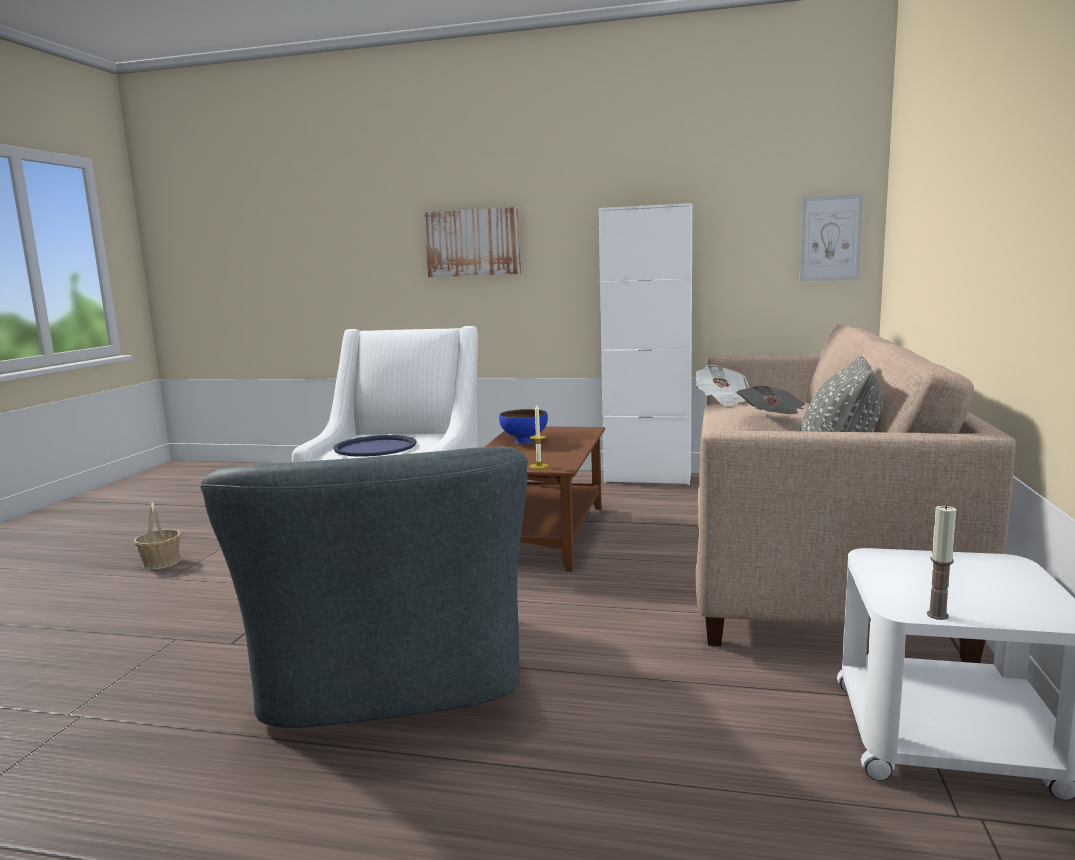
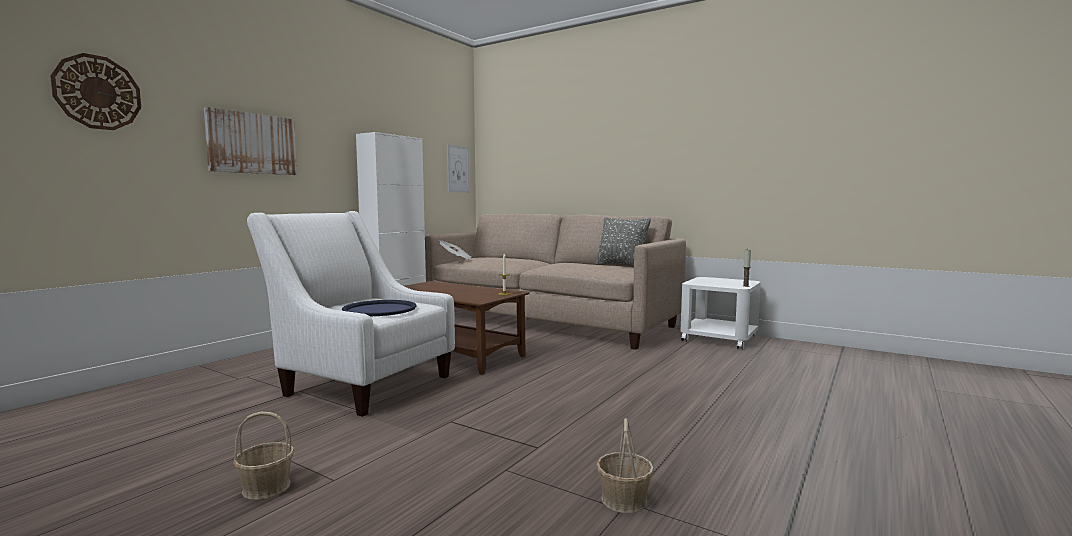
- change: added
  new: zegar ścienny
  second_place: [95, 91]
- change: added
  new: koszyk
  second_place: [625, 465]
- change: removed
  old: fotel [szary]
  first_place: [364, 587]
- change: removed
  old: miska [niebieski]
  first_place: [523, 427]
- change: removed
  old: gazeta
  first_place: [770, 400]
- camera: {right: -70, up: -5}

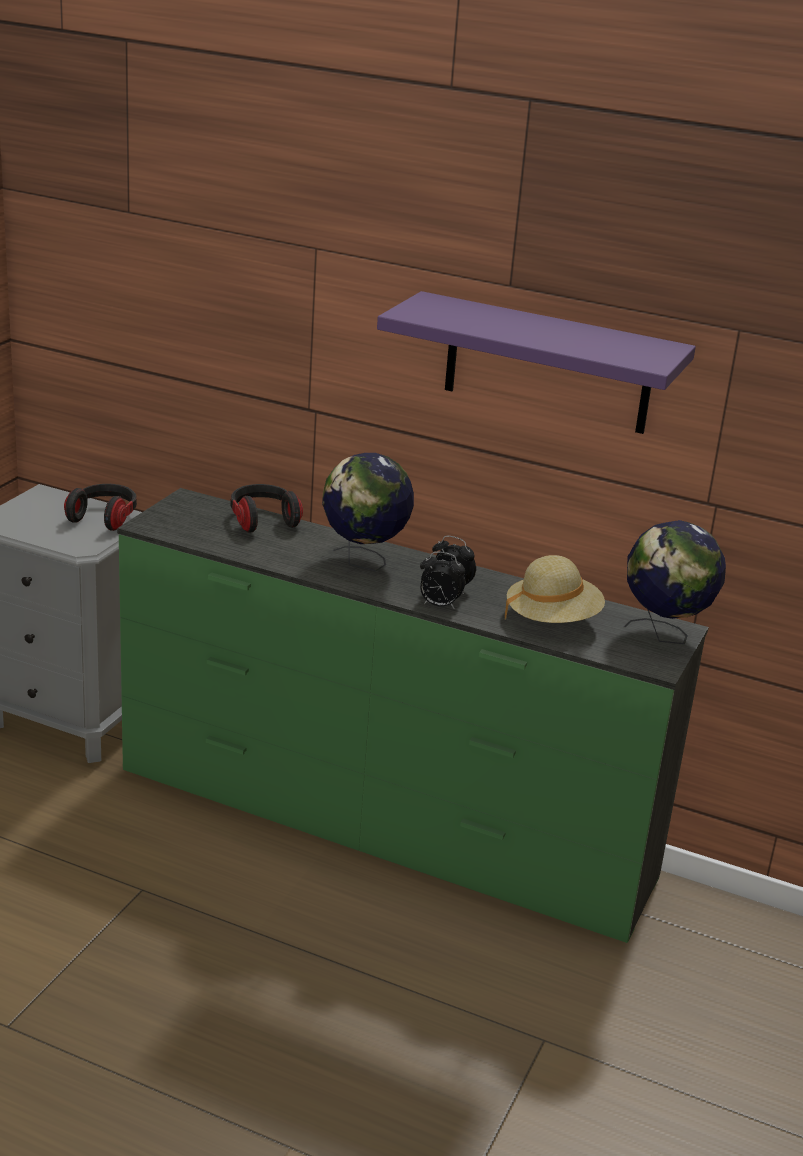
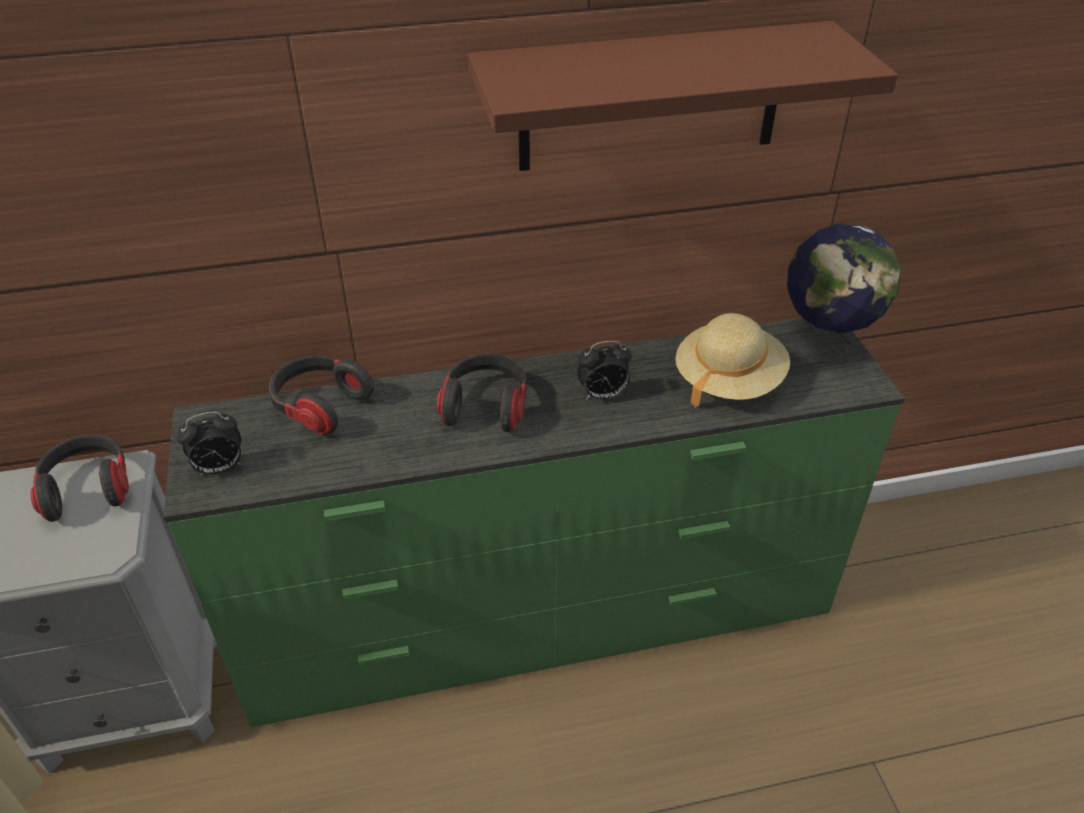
- change: moved
  old: budzik
  first_place: [442, 580]
  second_place: [209, 444]
- change: replaced
  old: globus
  new: słuchawki
  first_place: [368, 512]
  second_place: [481, 393]
- change: recoloured
  old: półka [fioletowy]
  new: półka [brązowy]
  first_place: [536, 362]
  second_place: [683, 96]
- camera: {right: -35, up: 15}

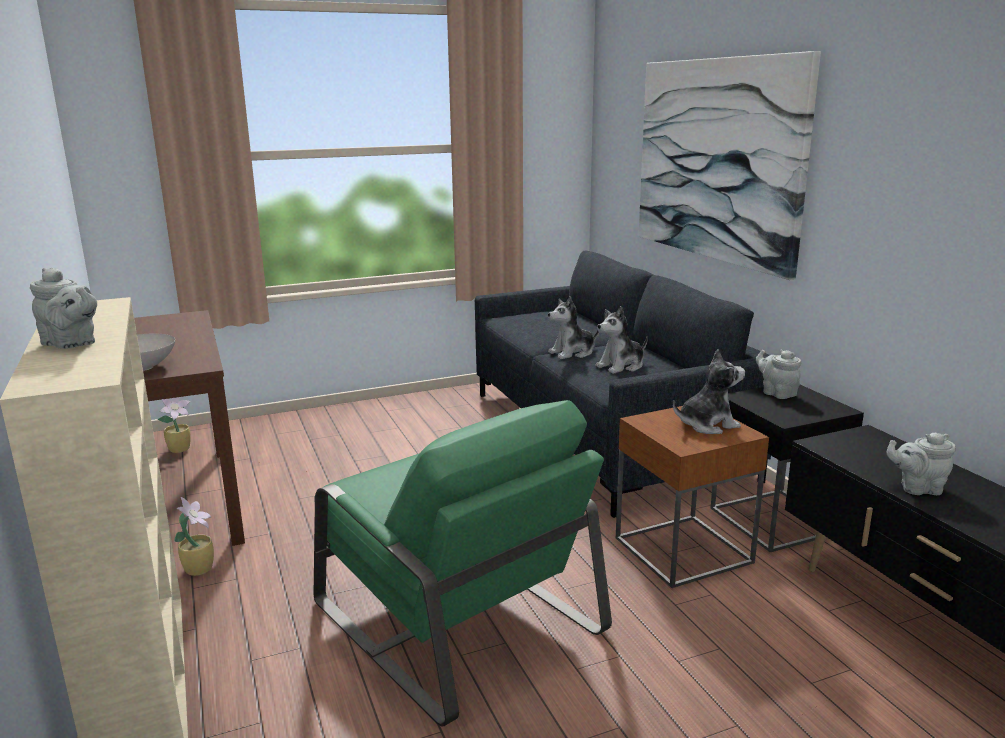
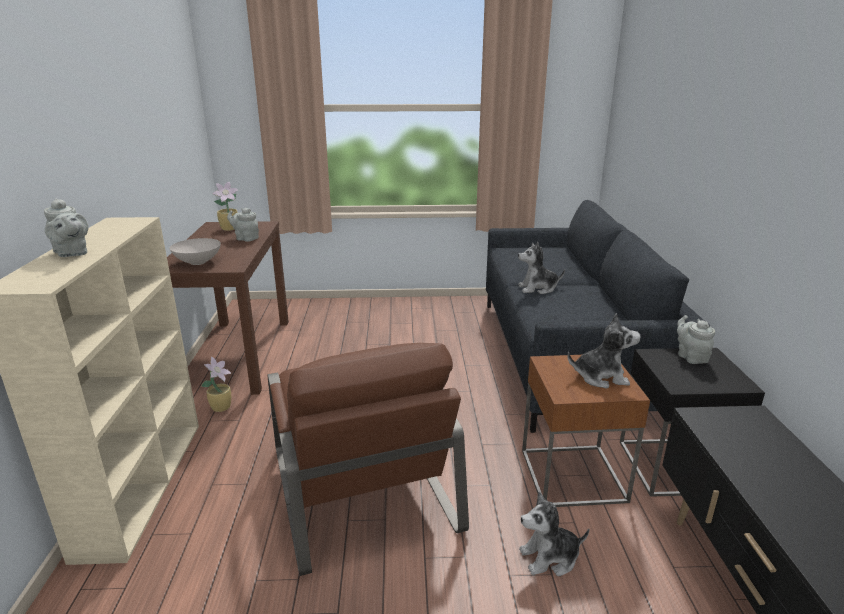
- change: moved
  old: roślina doniczkowa
  first_place: [174, 425]
  second_place: [225, 206]
- change: moved
  old: imbryk [szary]
  first_place: [921, 464]
  second_place: [243, 225]
- change: recoloured
  old: fotel [zielony]
  new: fotel [brązowy]
  first_place: [463, 563]
  second_place: [368, 459]
- change: moved
  old: pluszak
  first_place: [621, 340]
  second_place: [554, 534]
- change: removed
  old: obraz
  first_place: [730, 165]
- camera: {right: 20, up: 5}

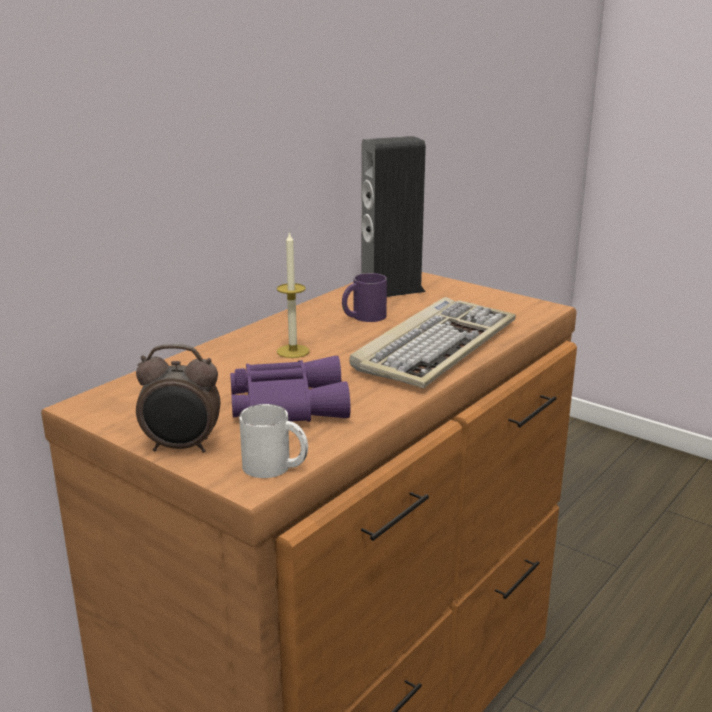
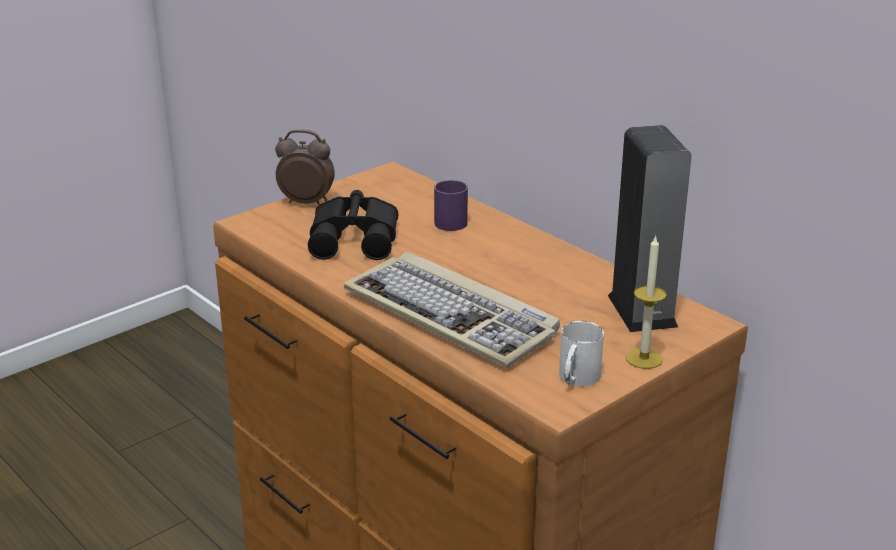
- change: turned
  old: budzik
  first_place: [178, 398]
  second_place: [305, 167]
  degrees: 90
- change: recoloured
  old: lornetka [fioletowy]
  new: lornetka [czarny]
  first_place: [290, 389]
  second_place: [353, 225]
- change: moved
  old: kubek [fioletowy]
  first_place: [364, 297]
  second_place: [451, 205]
- change: moved
  old: kubek [biały]
  first_place: [273, 441]
  second_place: [581, 353]
- change: moved
  old: świeca
  first_place: [293, 294]
  second_place: [646, 302]
- camera: {right: 100, up: 5}

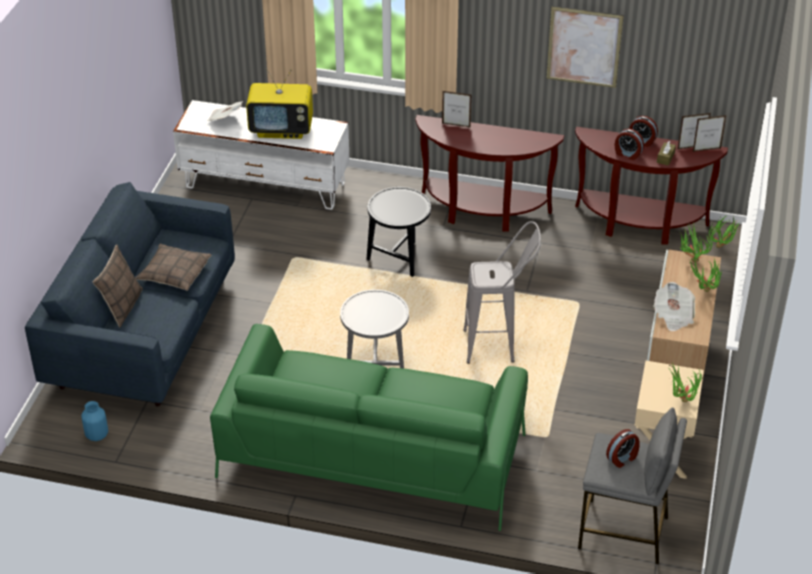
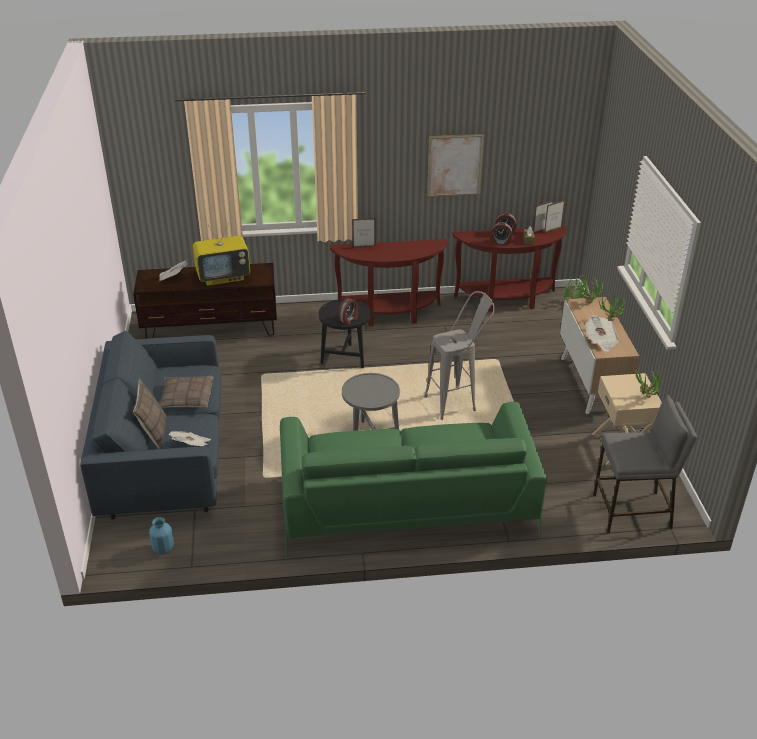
- change: recoloured
  old: szafka pod telewizor [biały]
  new: szafka pod telewizor [brązowy]
  first_place: [261, 155]
  second_place: [205, 301]
- change: added
  new: gazeta
  second_place: [190, 438]
- change: moved
  old: budzik
  first_place: [623, 448]
  second_place: [348, 311]
- camera: {right: -20, up: -5}

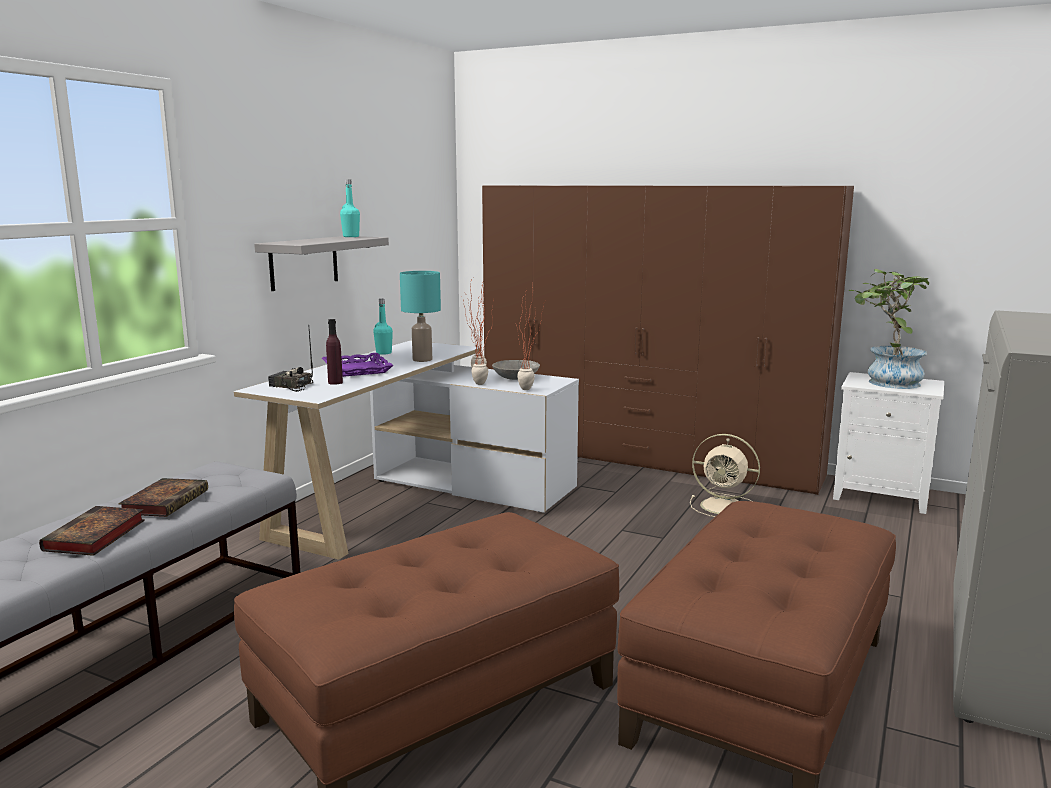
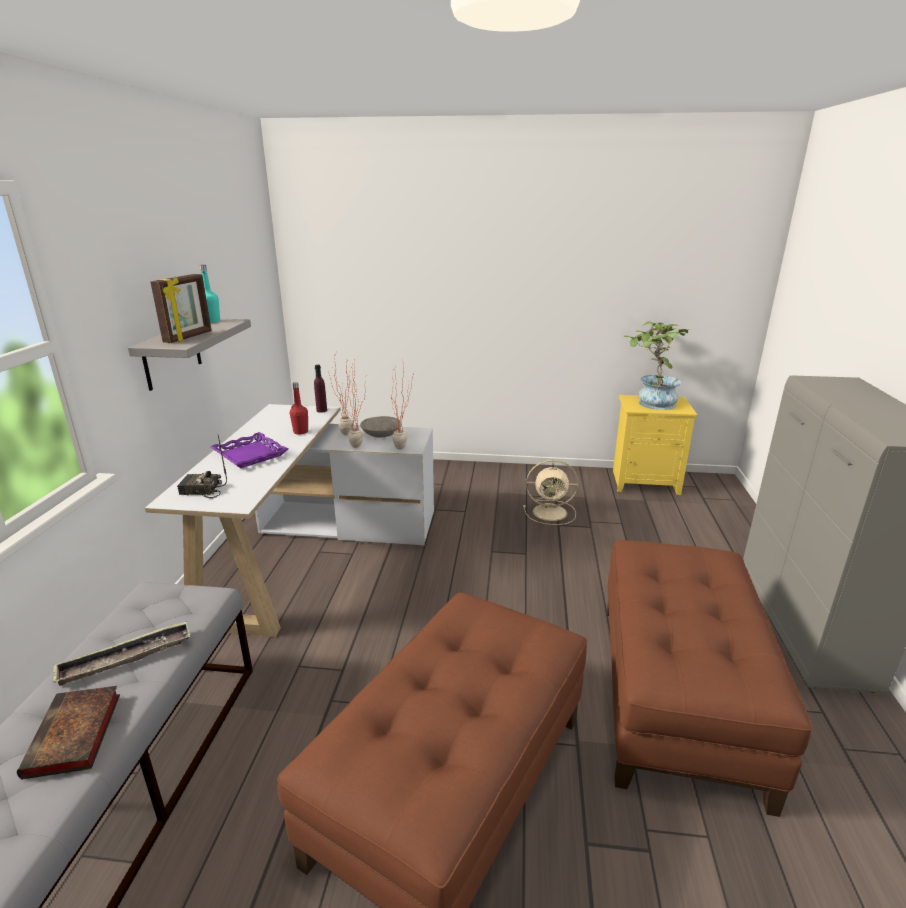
- change: replaced
  old: książka
  new: taca
  first_place: [163, 497]
  second_place: [121, 653]
- change: added
  new: ramka na zdjęcie
  second_place: [181, 308]
- change: replaced
  old: lampa stołowa [turkusowy]
  new: butelka [czerwony]
  first_place: [420, 316]
  second_place: [299, 408]
- change: moved
  old: butelka [fioletowy]
  first_place: [334, 352]
  second_place: [320, 389]
- change: recoloured
  old: szafka nocna [biały]
  new: szafka nocna [żółty]
  first_place: [888, 443]
  second_place: [655, 445]
- change: removed
  old: butelka [turkusowy]
  first_place: [383, 327]
- change: removed
  old: szafa [brązowy]
  first_place: [668, 340]
- camera: {right: -20, up: 10}

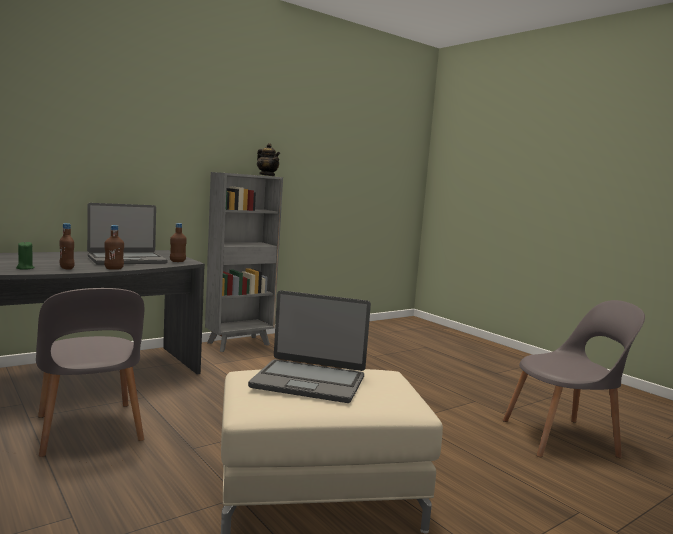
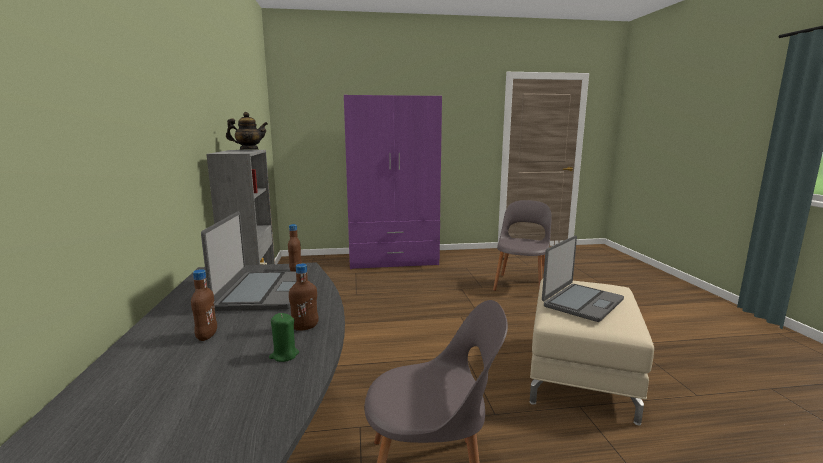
- change: moved
  old: butelka [brązowy]
  first_place: [114, 247]
  second_place: [204, 305]
- change: added
  new: szafa [fioletowy]
  second_place: [393, 182]
- camera: {right: -60, up: 5}

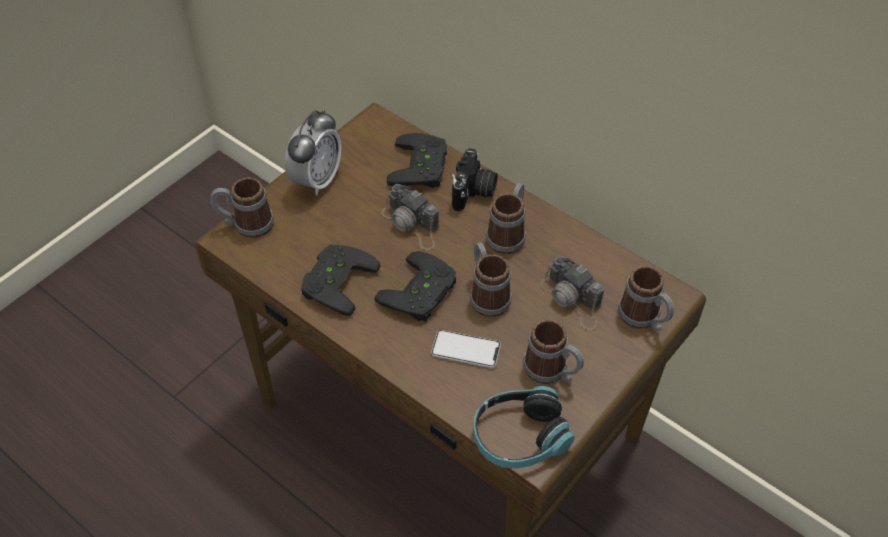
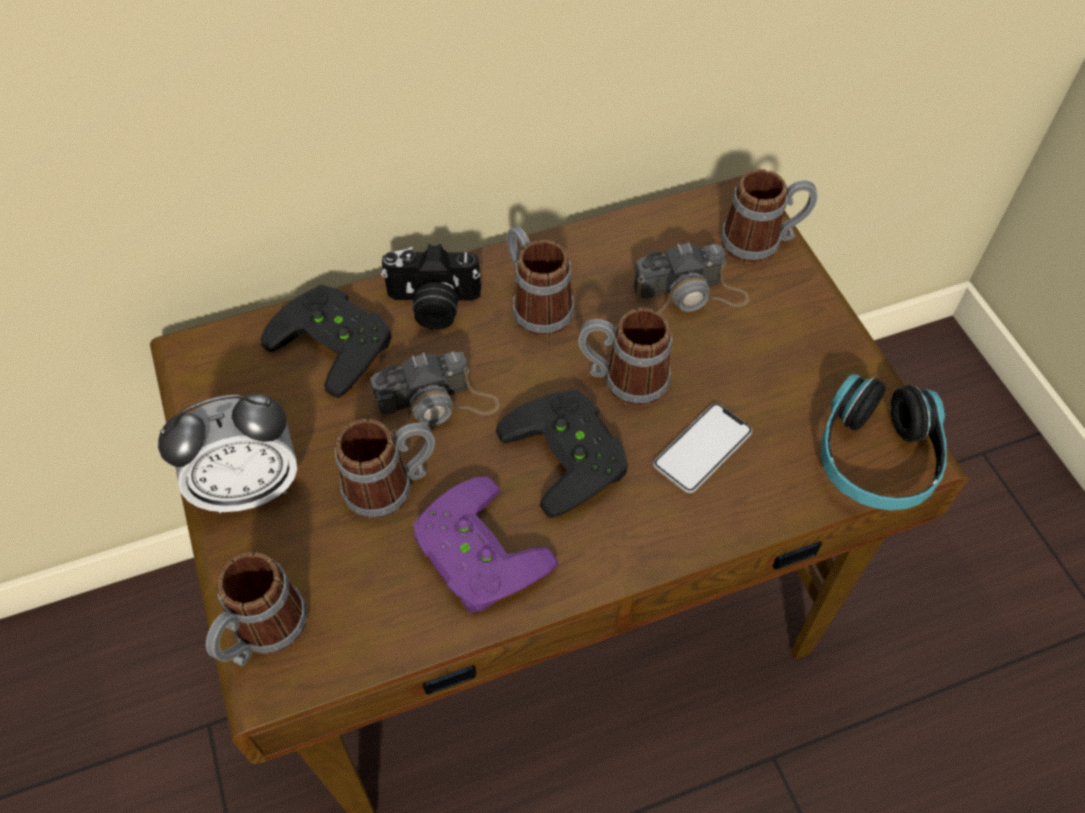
- change: turned
  old: budzik
  first_place: [313, 152]
  second_place: [227, 453]
  degrees: 105
- change: moved
  old: kubek
  first_place: [553, 352]
  second_place: [385, 469]
- change: turned
  old: aparat fotograficzny
  first_place: [474, 179]
  second_place: [431, 287]
  degrees: 135
- change: recoloured
  old: pad do gier [czarny]
  new: pad do gier [fioletowy]
  first_place: [341, 280]
  second_place: [485, 545]
- camera: {right: -60, up: 5}

